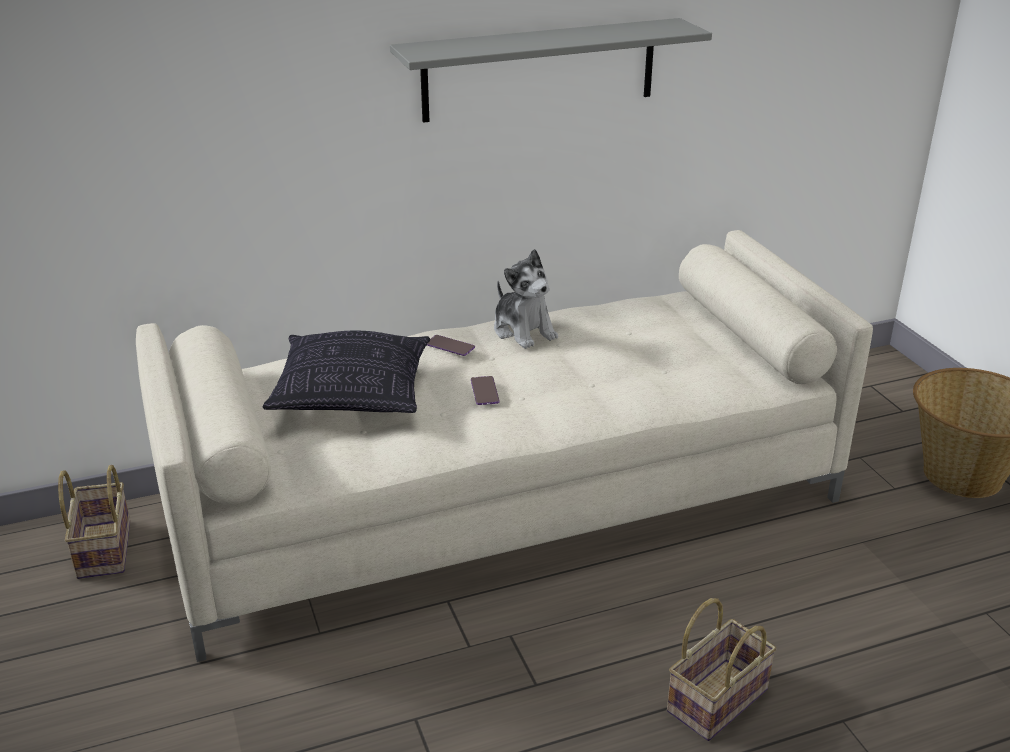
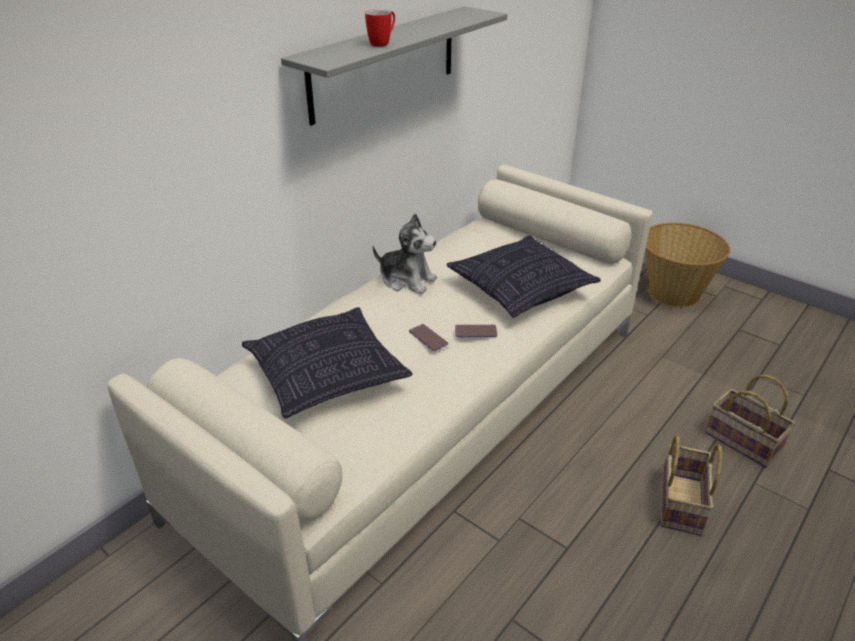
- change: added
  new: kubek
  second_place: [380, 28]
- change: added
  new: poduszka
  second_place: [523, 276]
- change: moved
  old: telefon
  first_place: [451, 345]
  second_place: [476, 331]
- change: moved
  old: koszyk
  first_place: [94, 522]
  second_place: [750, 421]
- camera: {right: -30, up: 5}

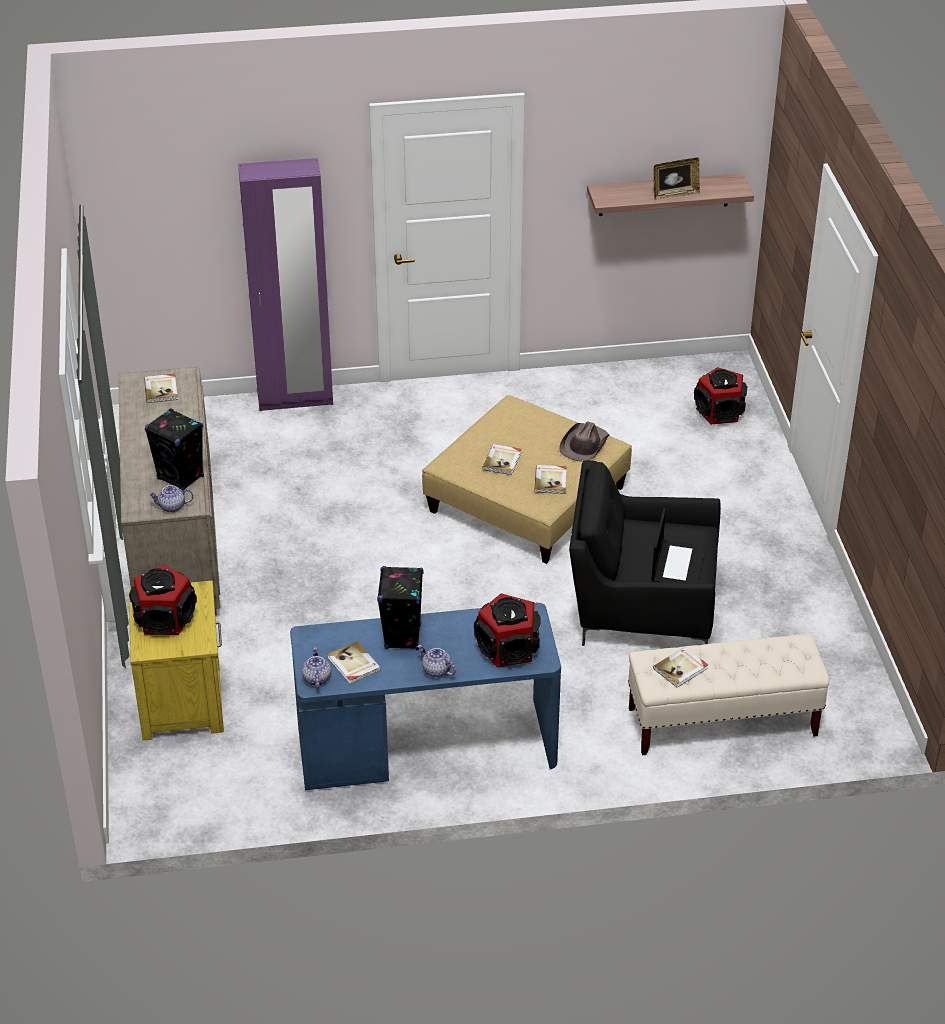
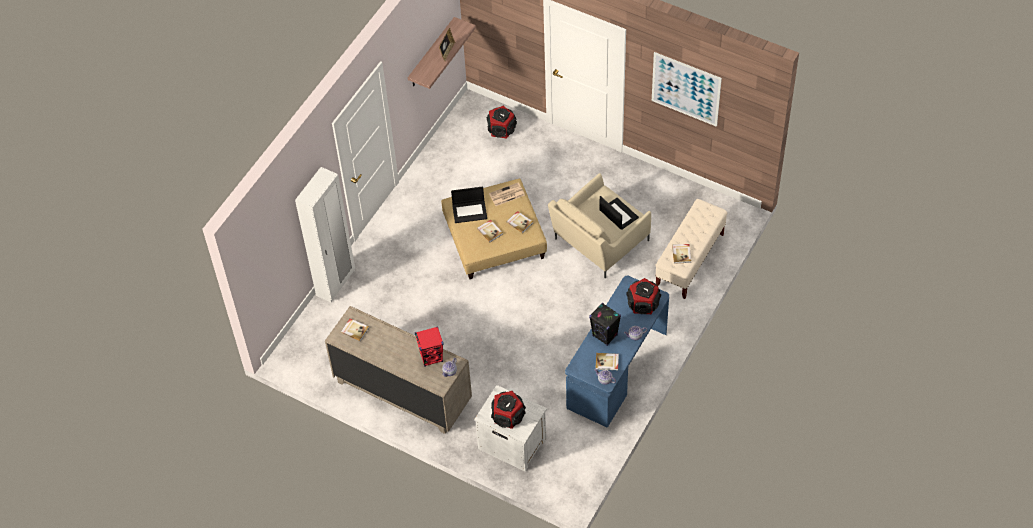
- change: recoloured
  old: szafa [fioletowy]
  new: szafa [biały]
  first_place: [285, 284]
  second_place: [325, 235]
- change: recoloured
  old: głośnik [czarny]
  new: głośnik [czerwony]
  first_place: [174, 449]
  second_place: [429, 346]
- change: added
  new: laptop
  second_place: [469, 205]
- change: recoloured
  old: szafka nocna [żółty]
  new: szafka nocna [biały]
  first_place: [176, 661]
  second_place: [510, 428]
- change: replaced
  old: kapelusz [brązowy]
  new: gazeta
  first_place: [584, 441]
  second_place: [507, 194]
- change: recoloured
  old: fotel [czarny]
  new: fotel [beżowy]
  first_place: [645, 553]
  second_place: [599, 225]
- change: added
  new: obraz
  second_place: [687, 89]
- camera: {right: -50, up: 15}

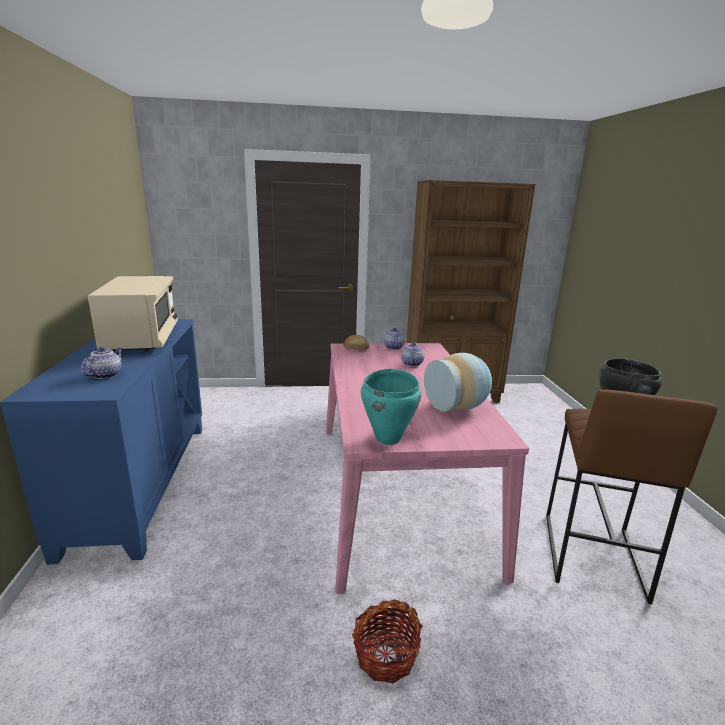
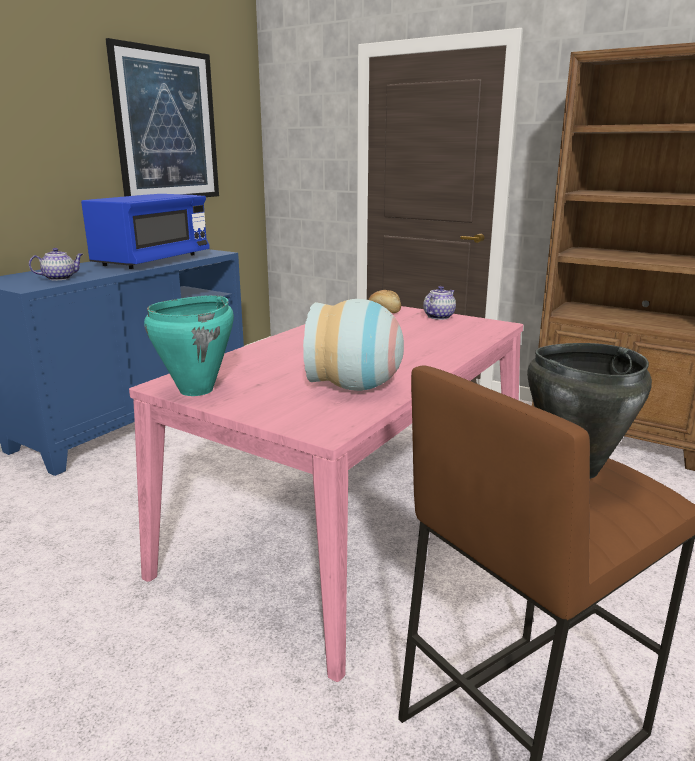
- change: recoloured
  old: mikrofalówka [beżowy]
  new: mikrofalówka [niebieski]
  first_place: [133, 314]
  second_place: [145, 231]
- change: added
  new: obraz
  second_place: [162, 117]
- change: removed
  old: koszyk
  first_place: [387, 641]
- change: removed
  old: imbryk
  first_place: [413, 354]
- camera: {right: 40, up: 0}

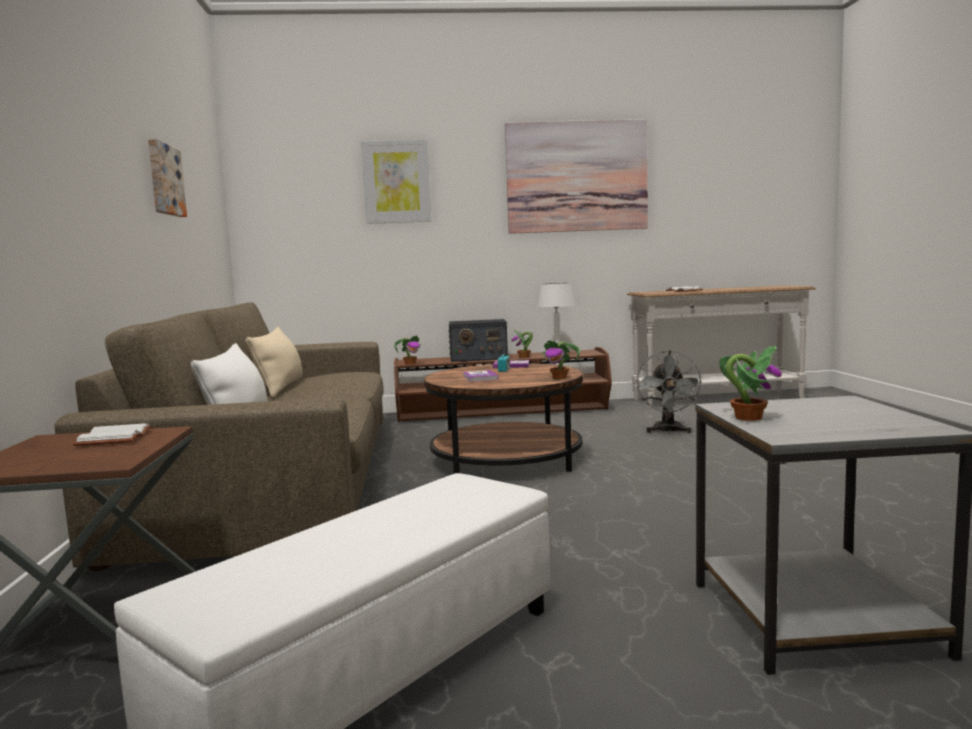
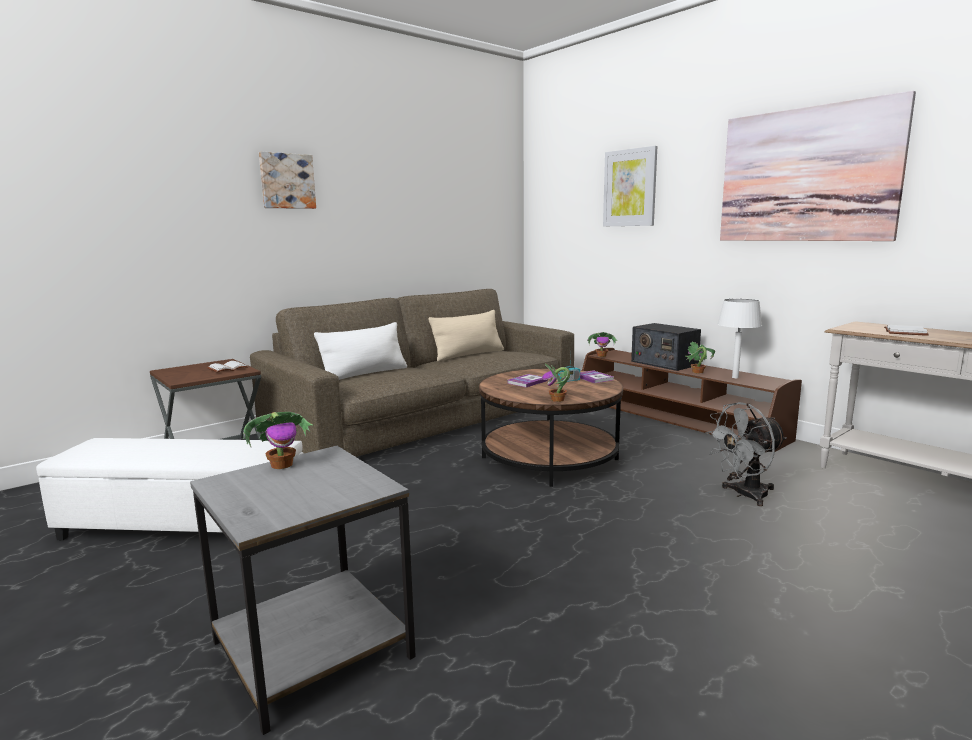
- change: moved
  old: obraz
  first_place: [167, 178]
  second_place: [287, 180]
- camera: {right: 55, up: 5}

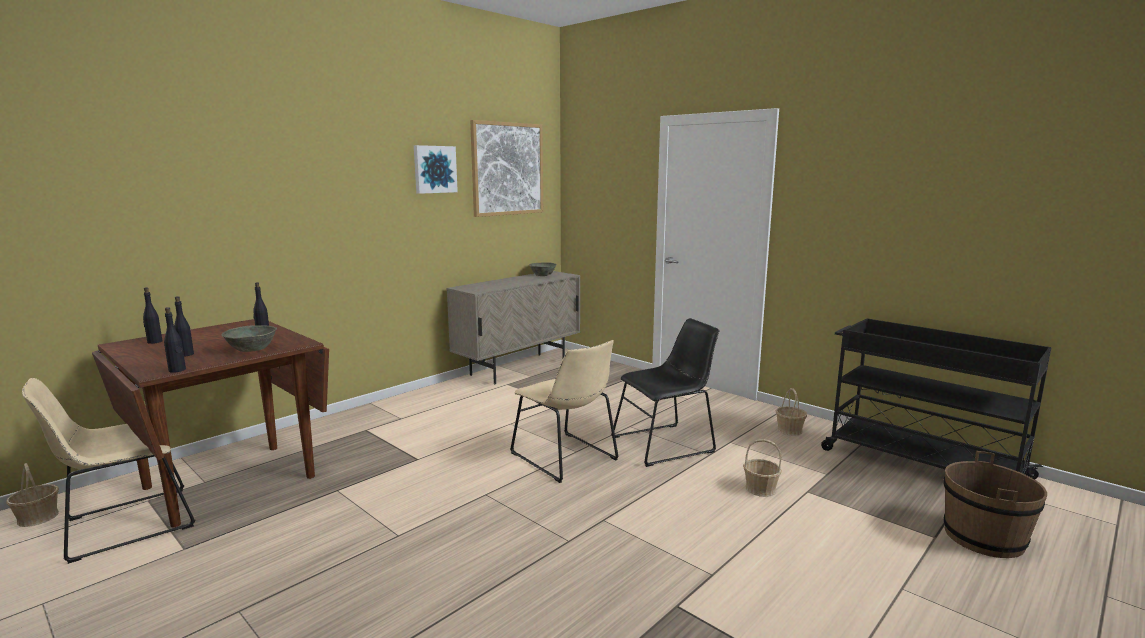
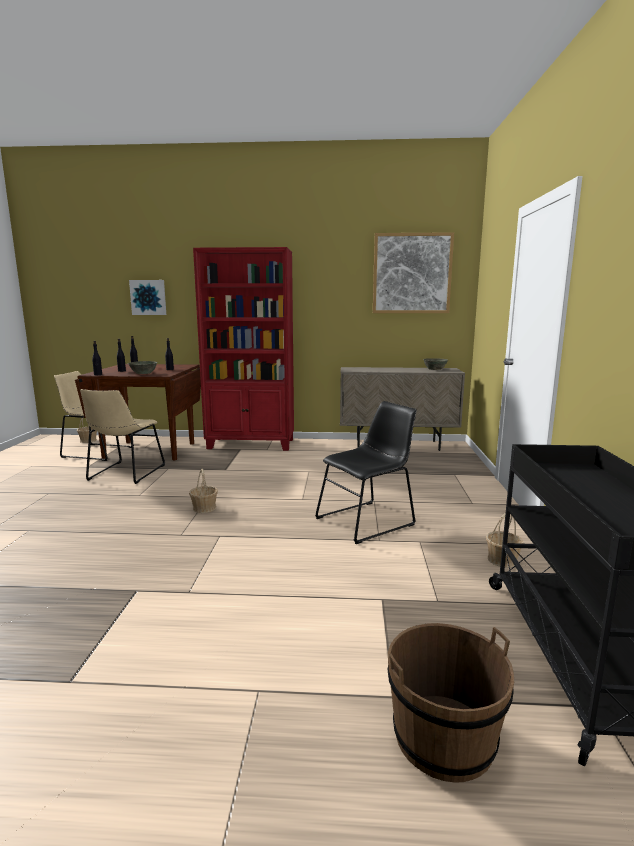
- change: moved
  old: krzesło [beżowy]
  first_place: [564, 411]
  second_place: [122, 436]
- change: moved
  old: obraz
  first_place: [436, 169]
  second_place: [147, 297]
- change: moved
  old: koszyk
  first_place: [762, 468]
  second_place: [203, 491]
- change: added
  new: regał [czerwony]
  second_place: [243, 349]
- change: turned
  old: krzesło [czarny]
  first_place: [665, 392]
  second_place: [366, 472]
  degrees: -60
- camera: {right: 50, up: 0}

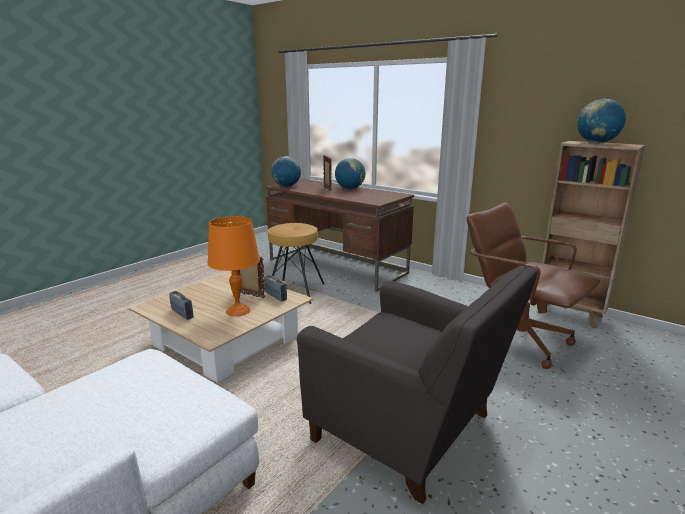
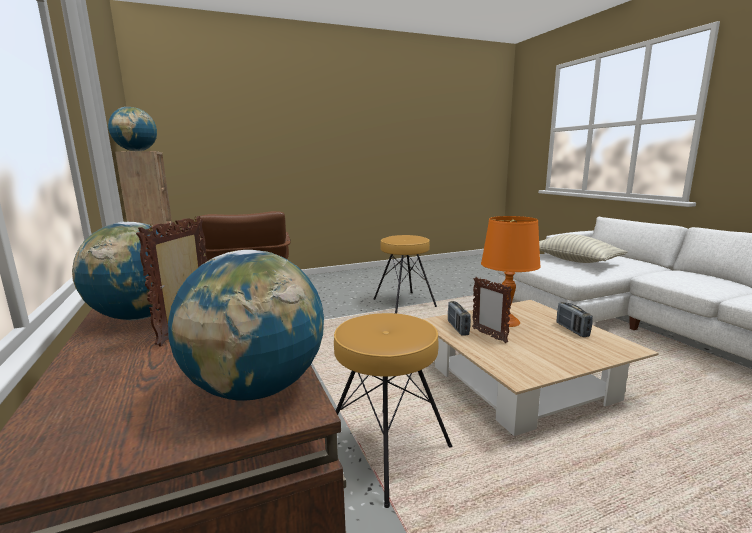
- change: replaced
  old: fotel [szary]
  new: stołek [brązowy]
  first_place: [417, 385]
  second_place: [405, 274]
- change: added
  new: poduszka
  second_place: [583, 248]
- camera: {right: -150, up: -5}

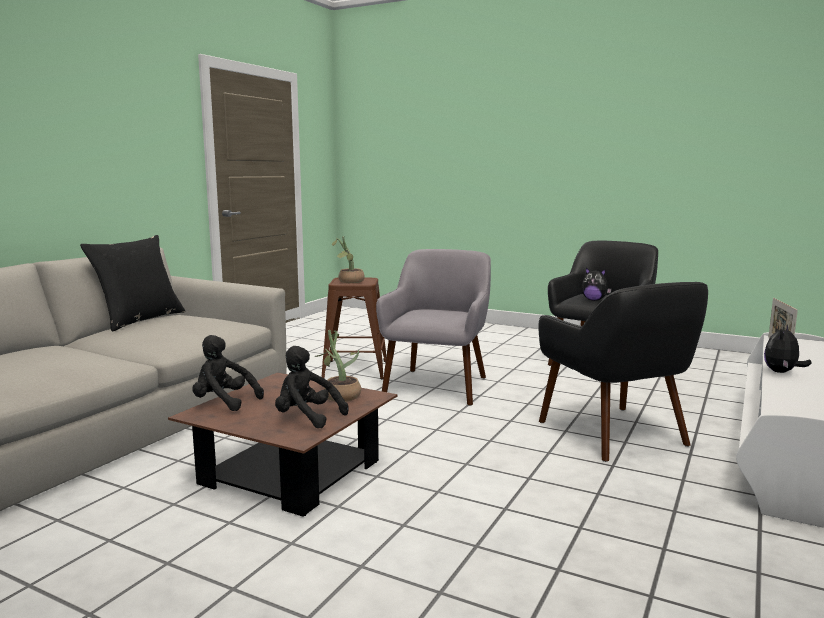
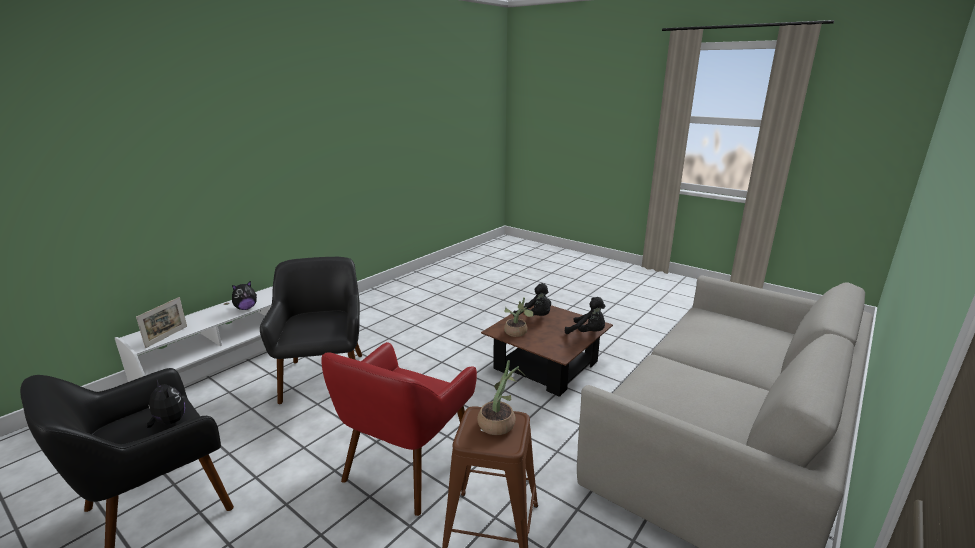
- change: recoloured
  old: fotel [szary]
  new: fotel [czerwony]
  first_place: [433, 327]
  second_place: [399, 429]
- change: removed
  old: poduszka [czarny]
  first_place: [132, 283]
- camera: {right: -170, up: 10}

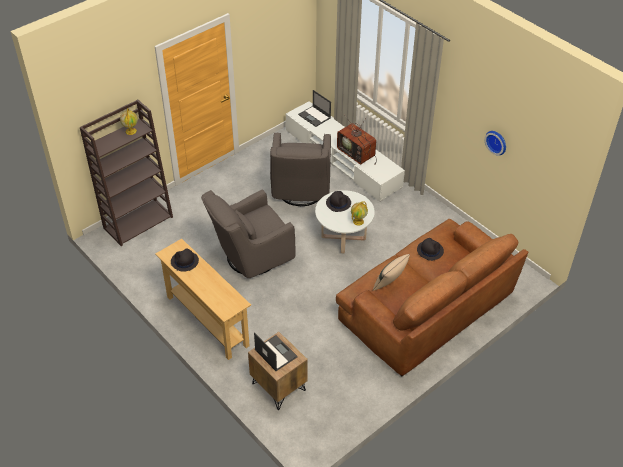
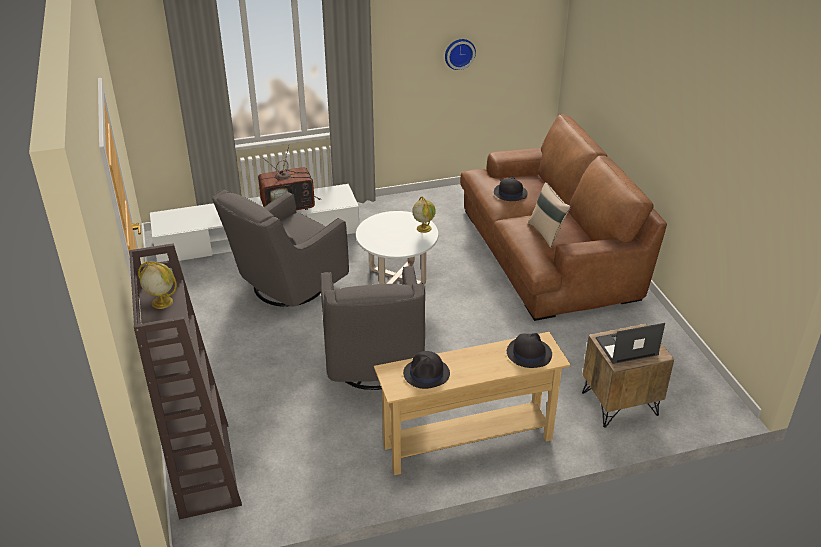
- change: turned
  old: fotel [szary]
  first_place: [300, 169]
  second_place: [280, 248]
  degrees: 105
- change: moved
  old: kapelusz [czarny]
  first_place: [338, 201]
  second_place: [529, 350]
- change: removed
  old: laptop
  first_place: [314, 108]
- camera: {right: -65, up: -10}

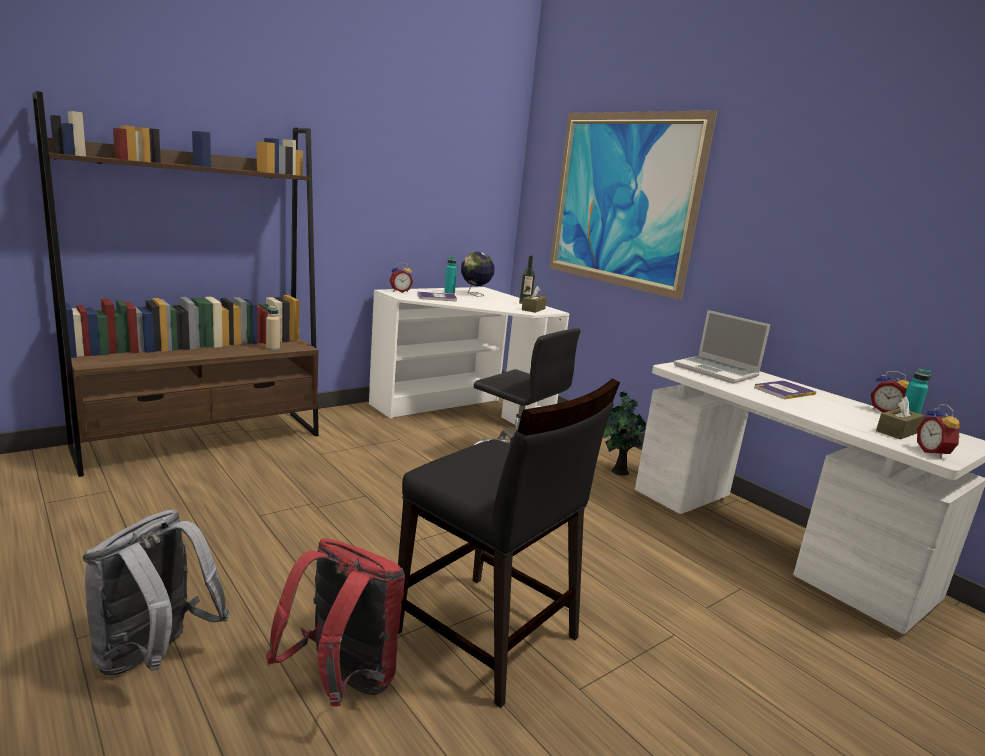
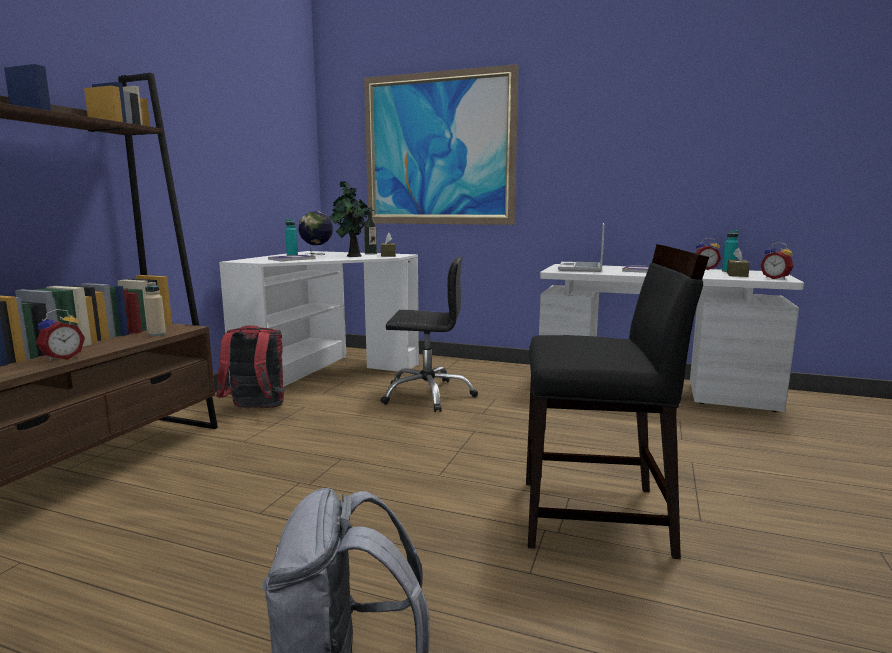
- change: moved
  old: budzik
  first_place: [401, 277]
  second_place: [60, 335]
- change: moved
  old: plecak [czerwony]
  first_place: [336, 623]
  second_place: [250, 366]
- change: moved
  old: roślina doniczkowa
  first_place: [624, 433]
  second_place: [352, 219]
- change: turned
  old: laptop
  first_place: [722, 347]
  second_place: [581, 247]
  degrees: 90
- camera: {right: -30, up: -5}

